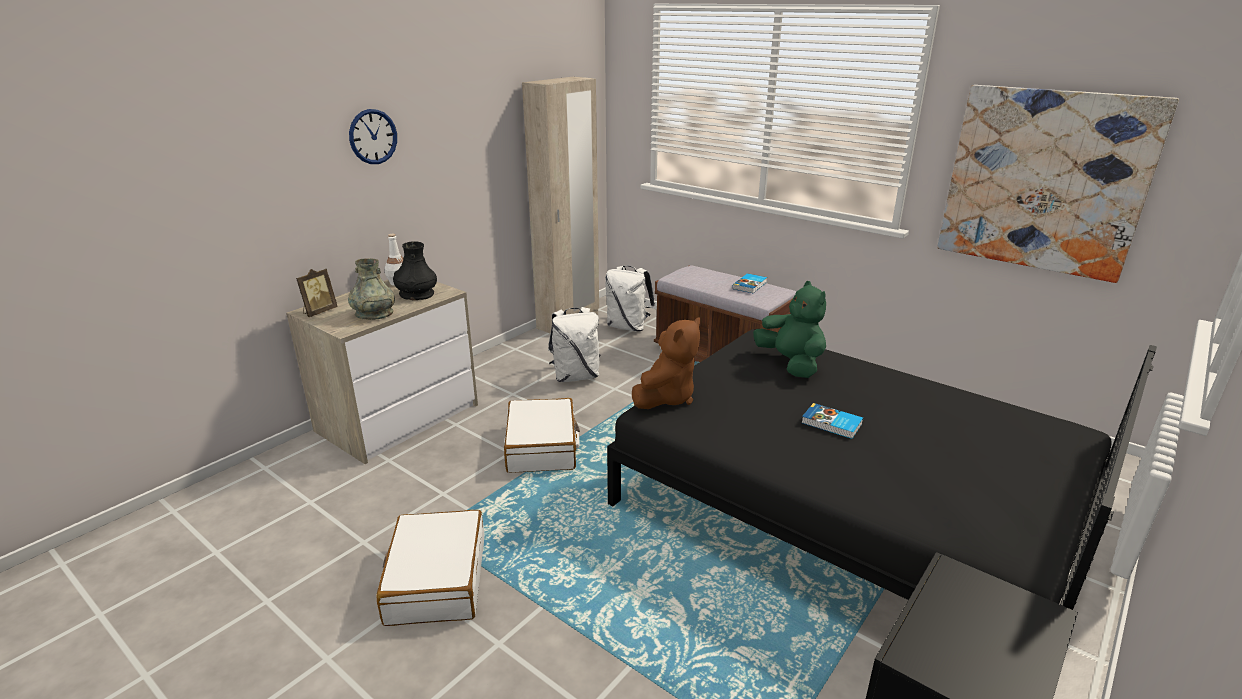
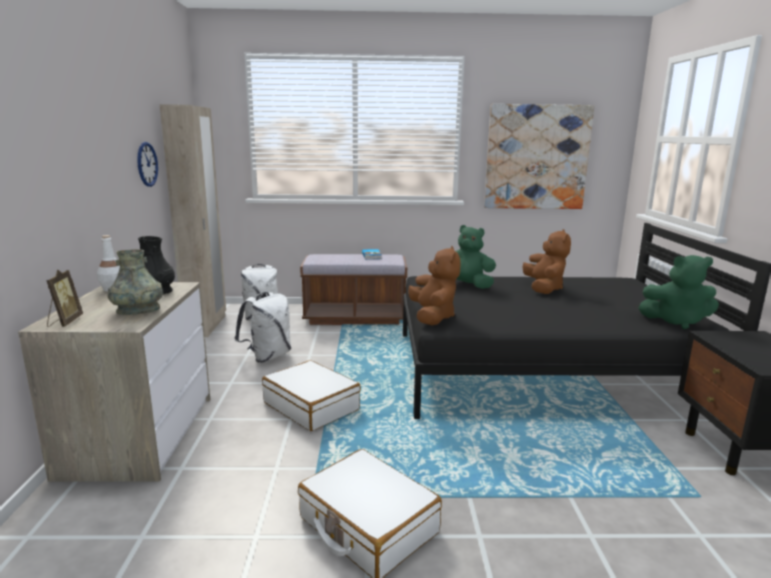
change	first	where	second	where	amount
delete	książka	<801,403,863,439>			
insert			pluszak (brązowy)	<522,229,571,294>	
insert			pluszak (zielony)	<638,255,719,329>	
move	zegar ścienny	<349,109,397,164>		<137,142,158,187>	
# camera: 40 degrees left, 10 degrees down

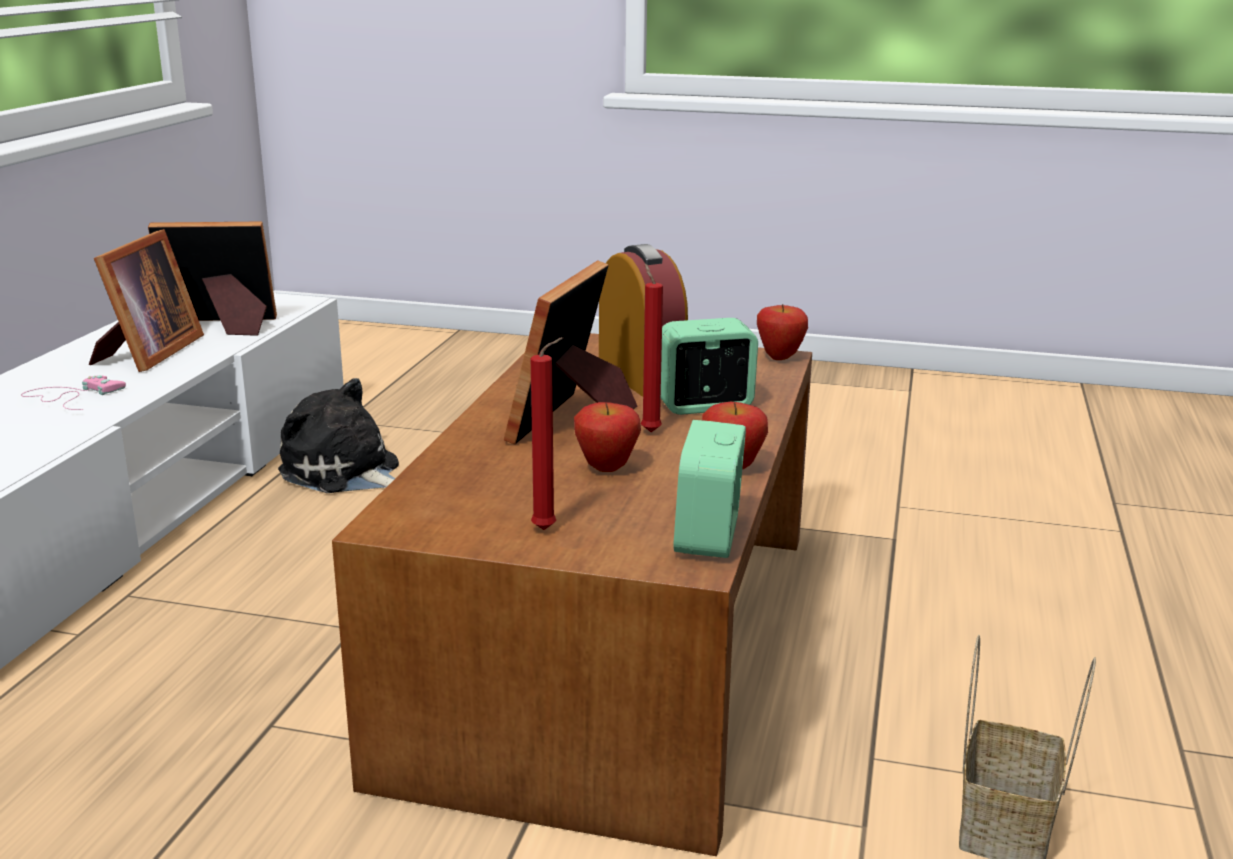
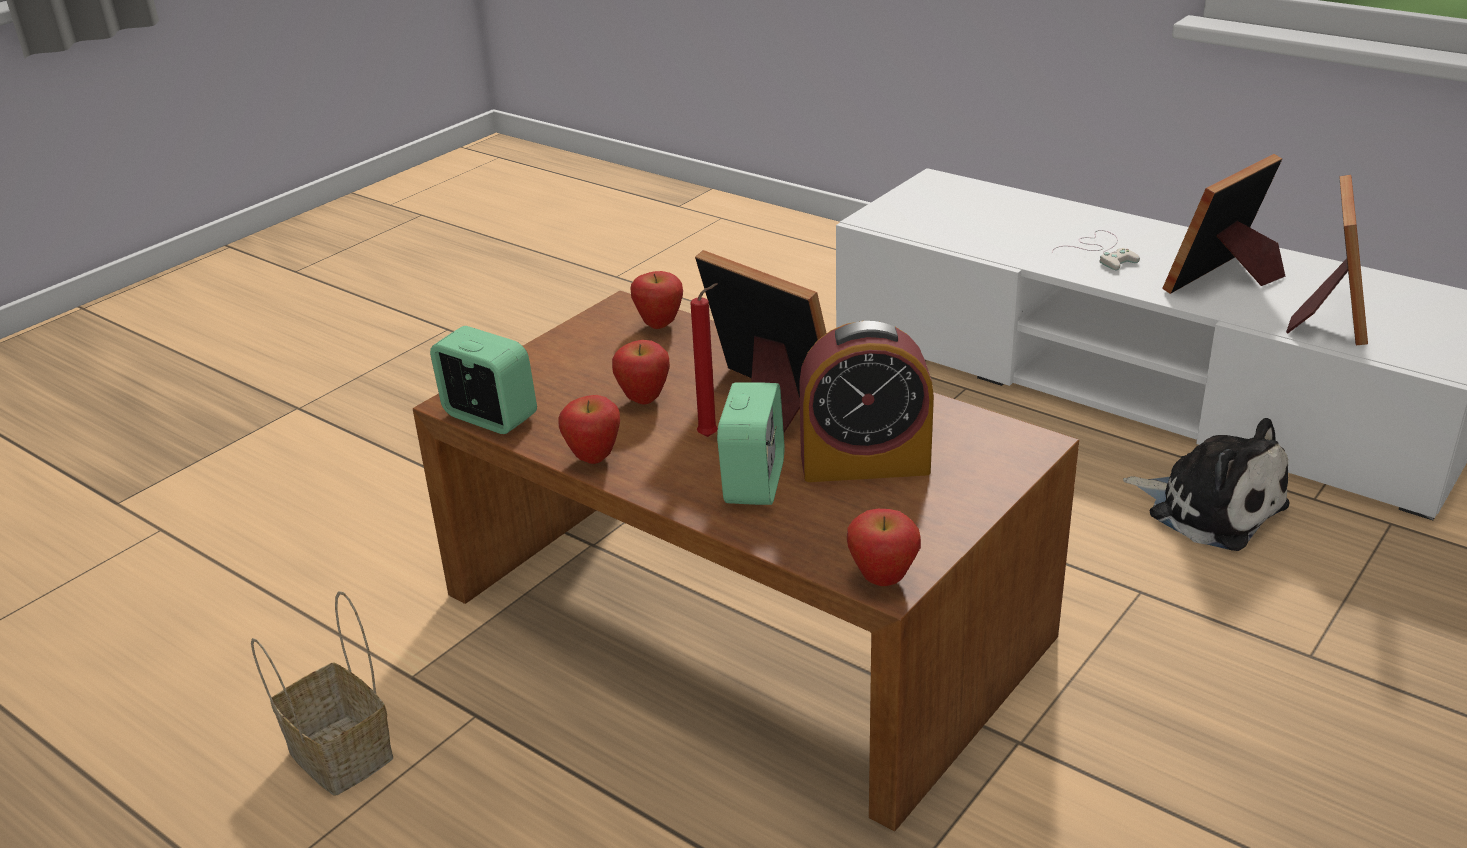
change	first	where	second	where	amount
delete	świeca (czerwony)	<531,337,563,530>			
insert			jabłko	<630,271,683,329>	
recolor	pad do gier (różowy)	<21,375,126,410>	pad do gier (biały)	<1052,230,1140,270>	
rotate	ramka na zdjęcie	<89,229,204,372>		<1162,154,1285,294>	105 degrees clockwise
rotate	pluszak	<278,378,399,493>		<1123,418,1289,551>	75 degrees clockwise
# camera: 115 degrees right, 10 degrees up

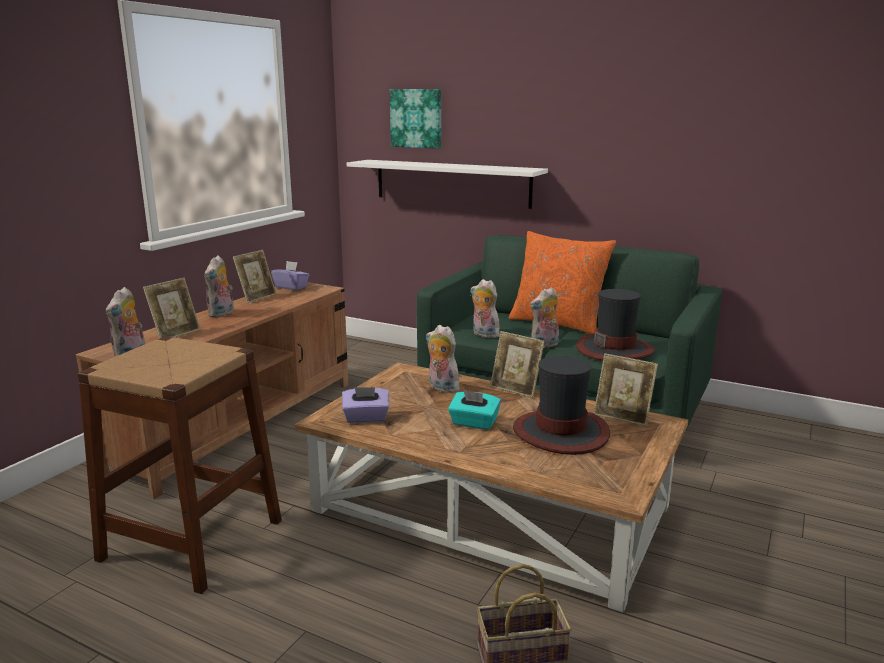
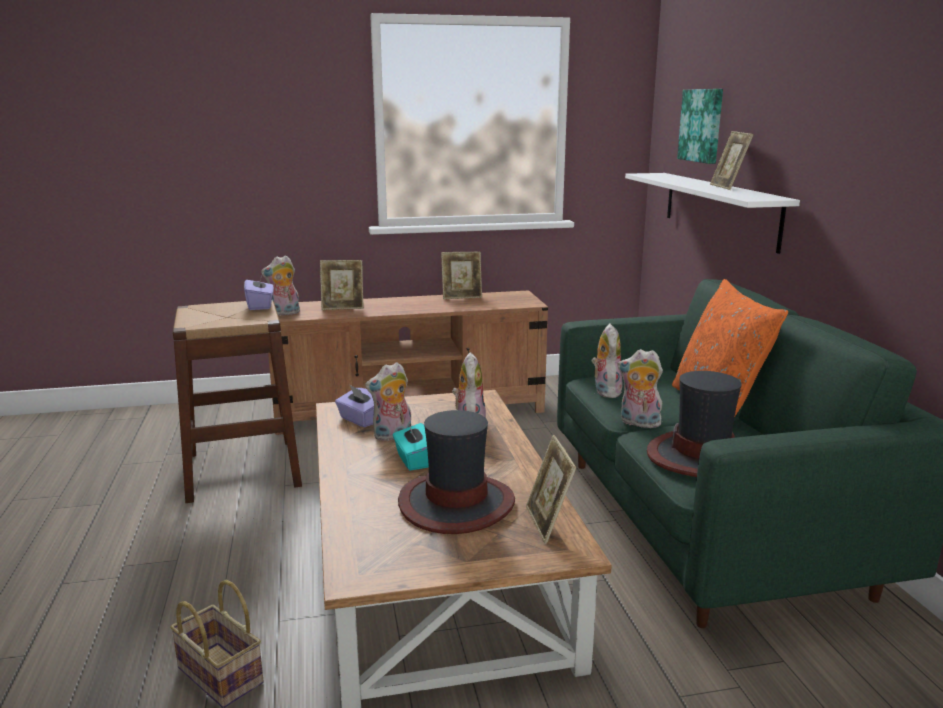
change	first	where	second	where	amount
move	pluszak	<204,255,233,318>		<365,362,411,441>	
move	pudełko chusteczek (fioletowy)	<271,261,309,290>		<244,273,274,310>	
move	ramka na zdjęcie	<490,331,545,398>		<710,131,754,190>	
# camera: 50 degrees right, 0 degrees up

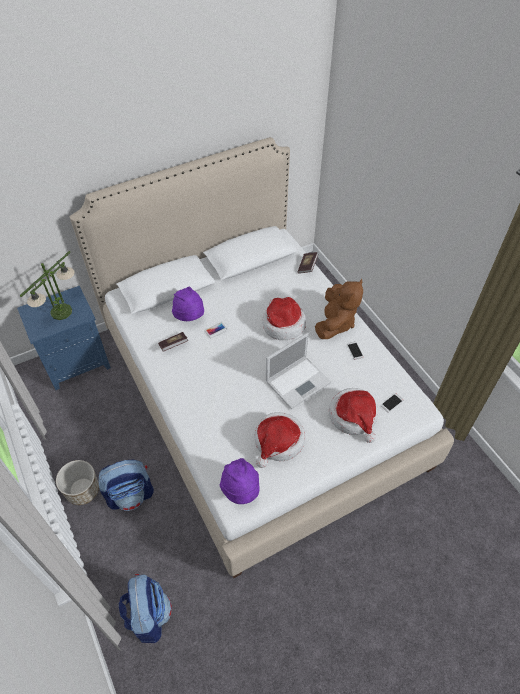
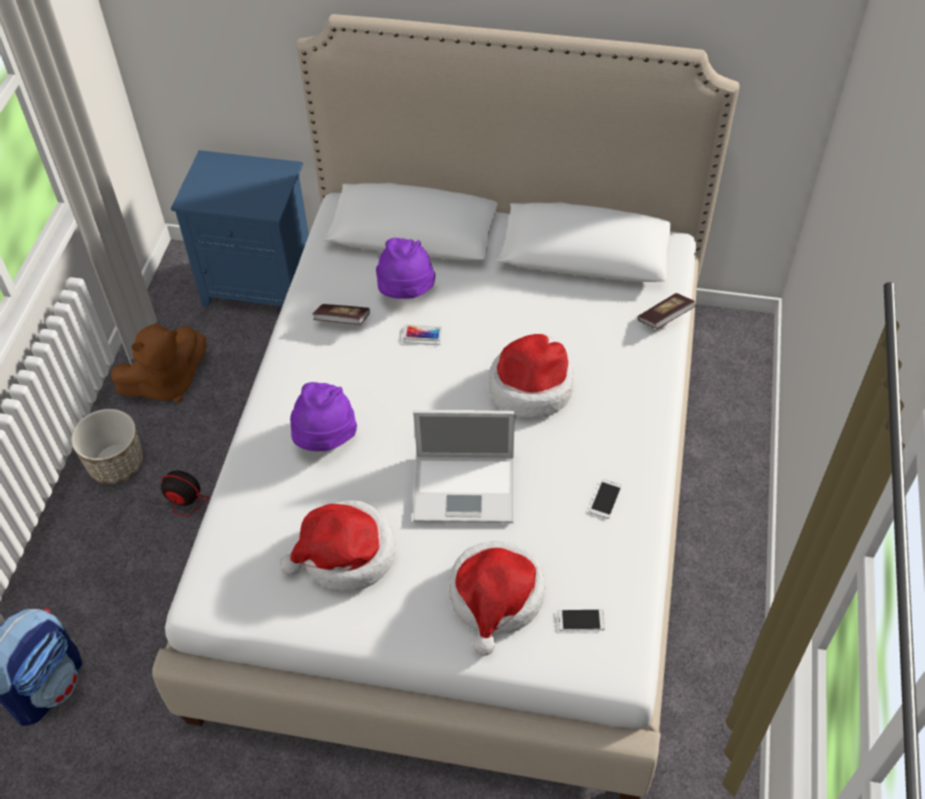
change	first	where	second	where	amount
delete	lampa stołowa	<20,251,75,320>			
move	kapelusz (fioletowy)	<220,458,260,504>		<290,382,357,451>	
move	pluszak (brązowy)	<315,279,363,339>		<111,323,207,403>	
replace	plecak	<98,460,154,511>	wentylator	<116,471,209,574>	
# camera: 40 degrees right, 0 degrees up

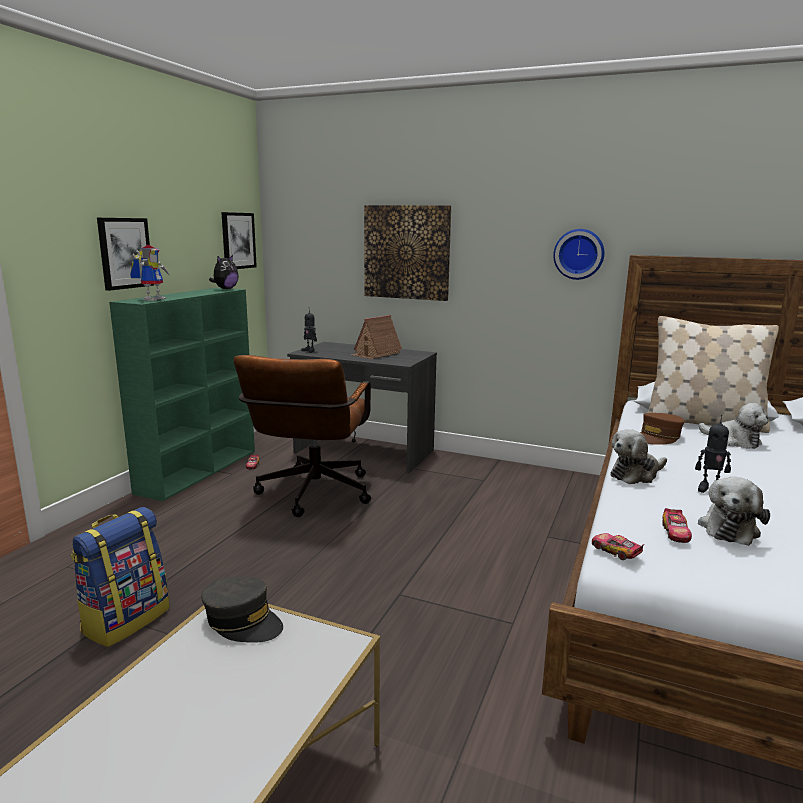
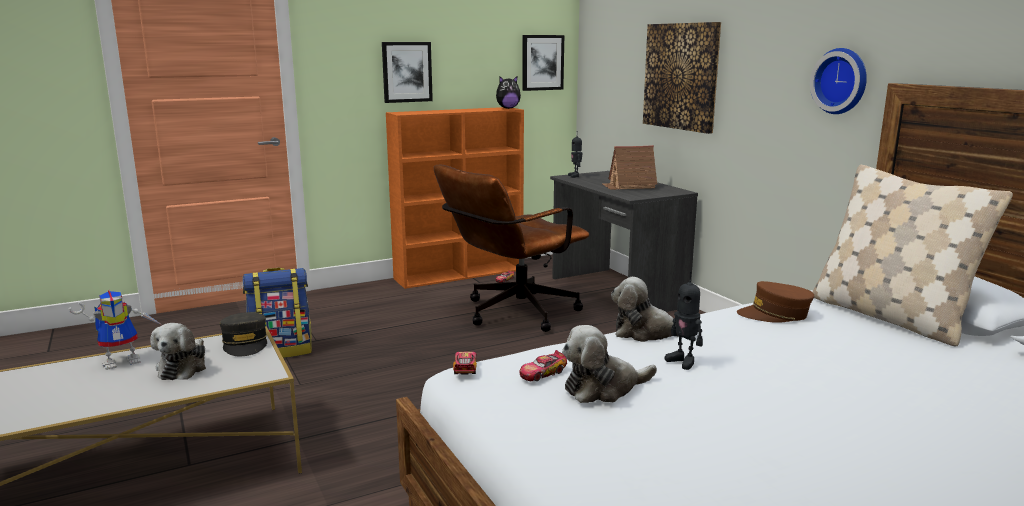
change	first	where	second	where	amount
move	robot zabawkowy	<130,245,170,301>		<69,290,162,370>	
move	pluszak	<699,403,768,449>		<150,323,206,380>	
recolor	regał (zielony)	<109,288,255,502>	regał (pomarańczowy)	<386,107,524,289>	
# camera: 40 degrees right, 0 degrees up

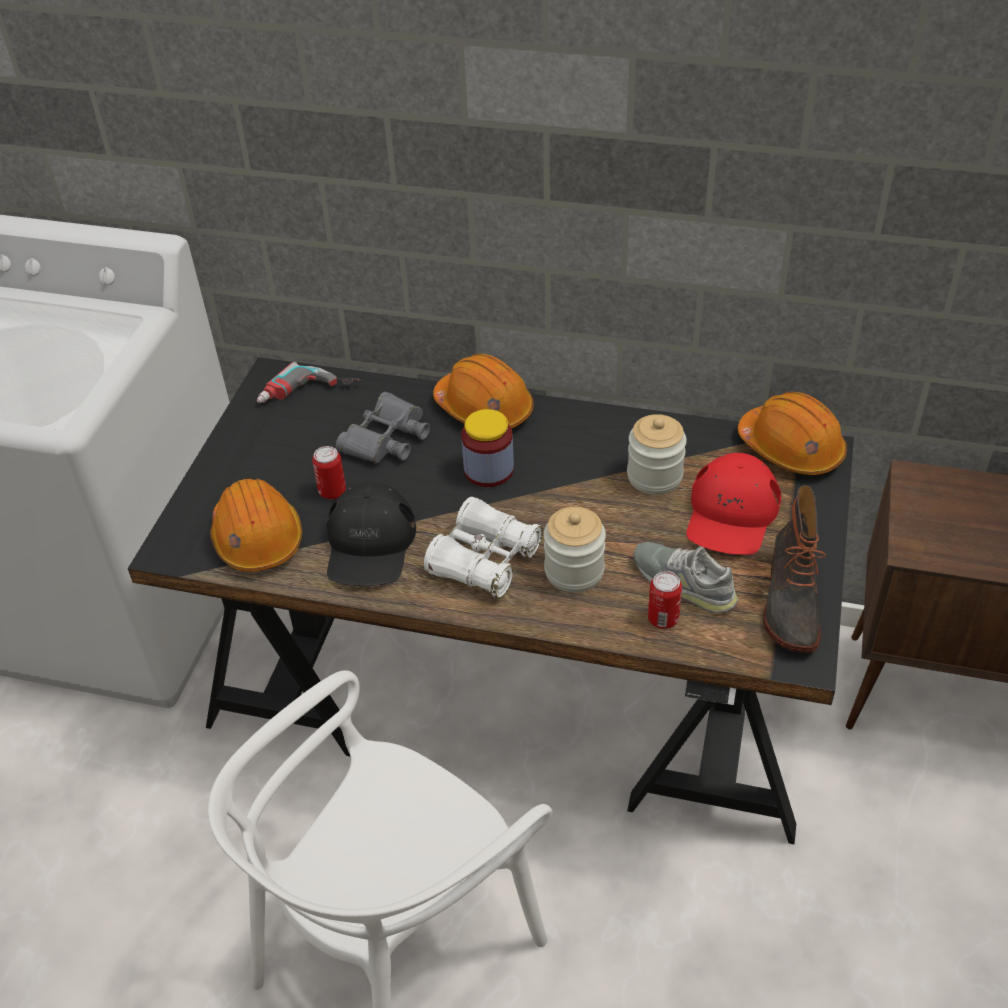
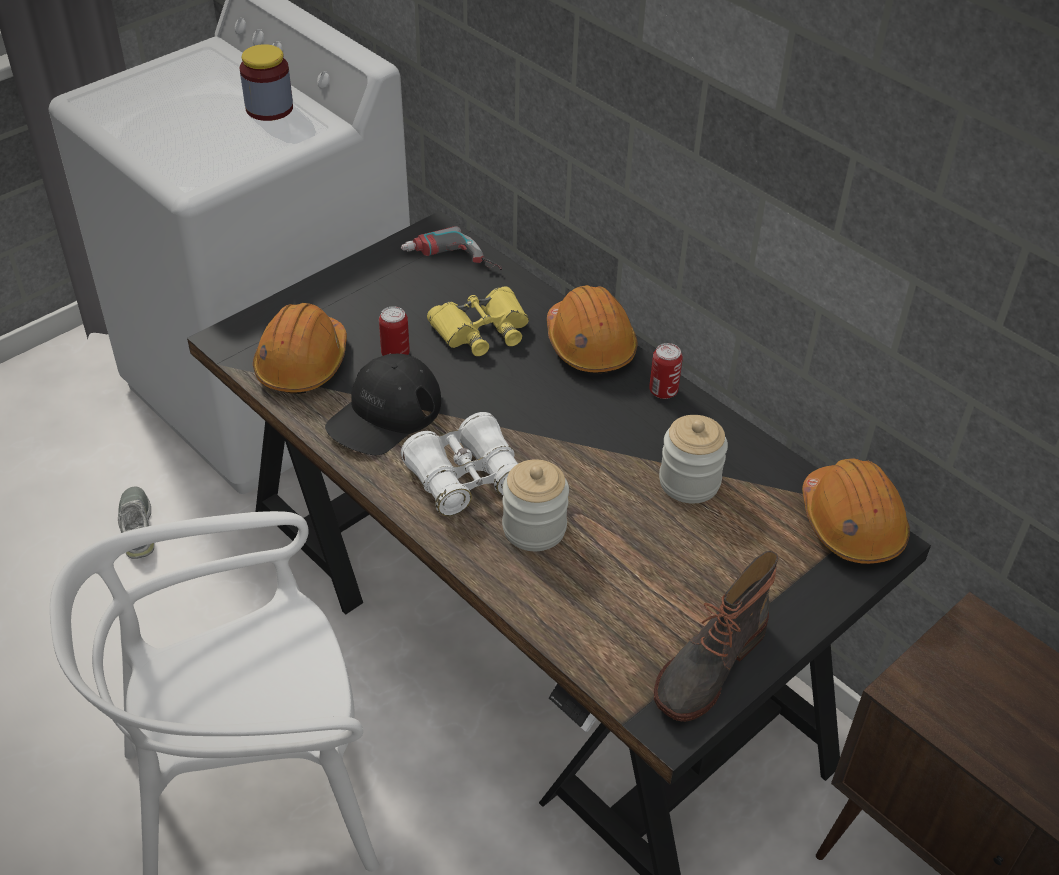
change	first	where	second	where	amount
delete	czapka z daszkiem (czerwony)	<686,453,781,555>			
move	słoik	<461,409,514,487>		<240,44,293,121>	
move	but (szary)	<634,542,738,613>		<118,486,154,559>	
move	puszka	<648,571,682,629>		<649,343,683,399>	
recolor	lornetka (szary)	<336,392,430,464>	lornetka (żółty)	<427,287,529,356>	
# camera: 30 degrees right, 0 degrees up

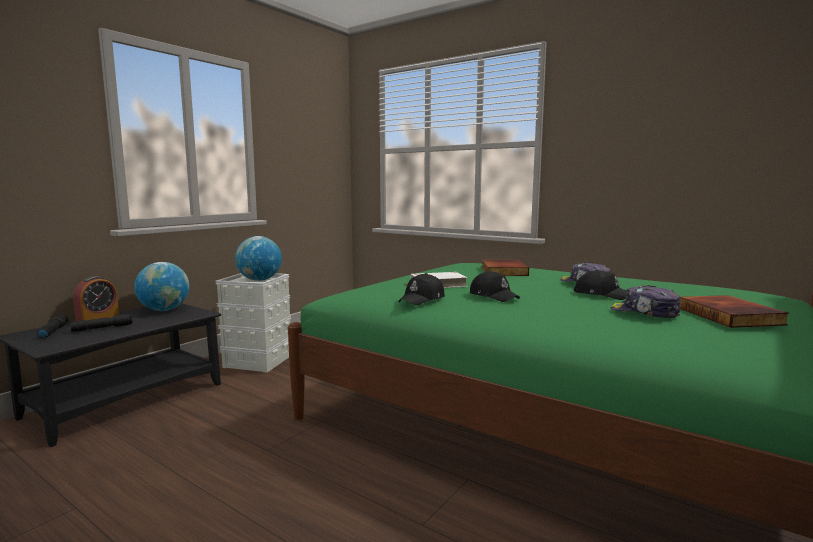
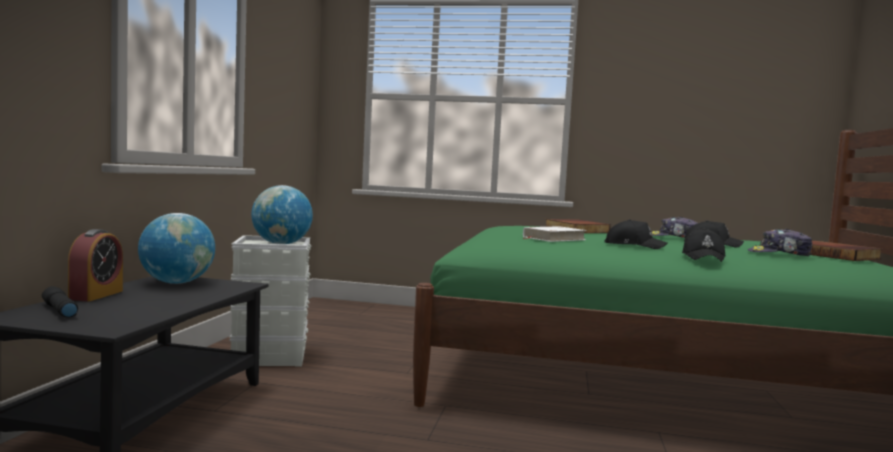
change	first	where	second	where	amount
delete	latarka (czarny)	<70,314,132,332>			
move	czapka z daszkiem (czarny)	<399,273,445,305>		<682,228,725,262>	
# camera: 25 degrees left, 5 degrees down

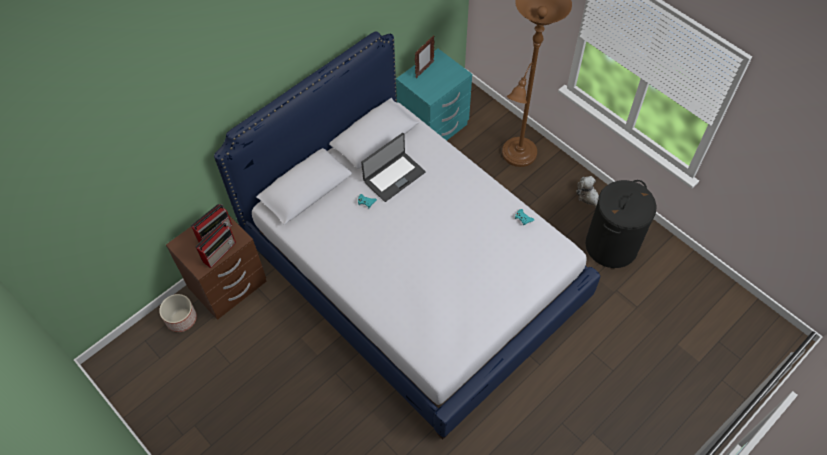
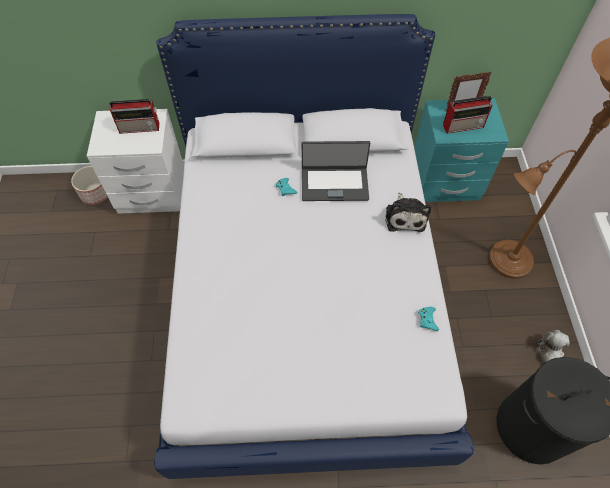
change	first	where	second	where	amount
insert			pluszak	<385,193,431,232>	
move	radio	<195,222,236,268>		<443,96,493,134>	
recolor	szafka nocna (brązowy)	<166,216,267,320>	szafka nocna (biały)	<87,109,184,214>	
# camera: 40 degrees right, 0 degrees up

